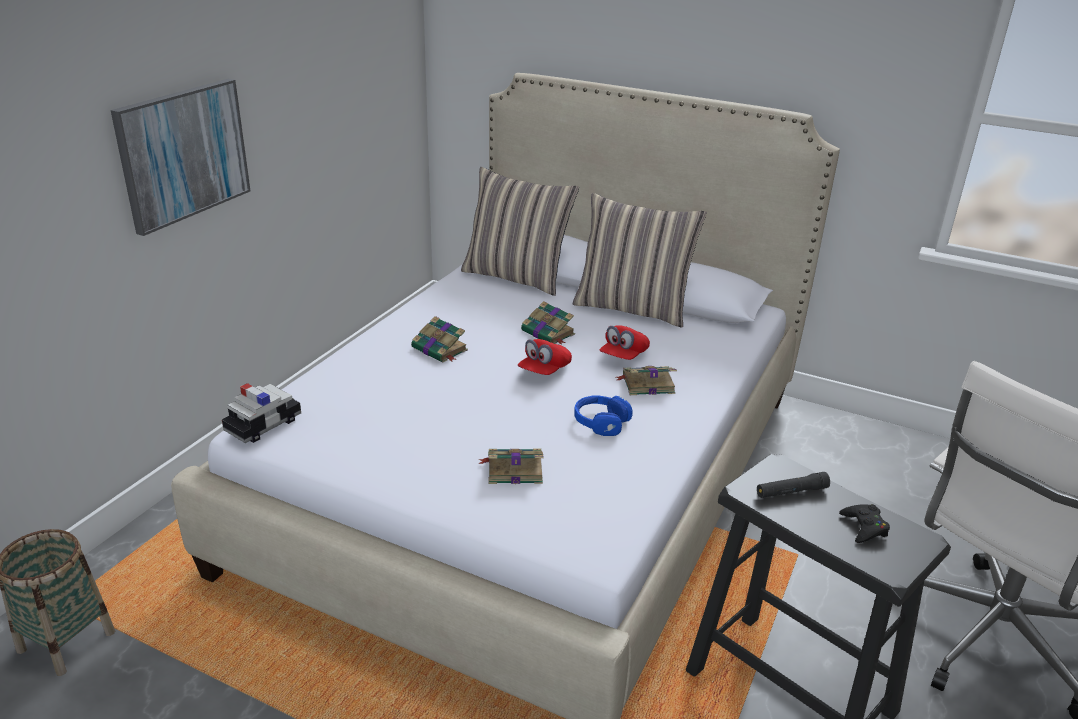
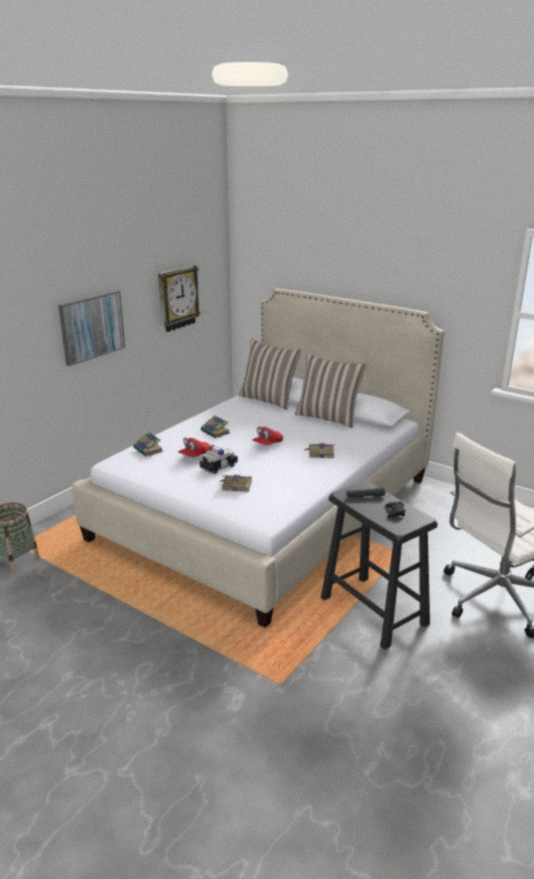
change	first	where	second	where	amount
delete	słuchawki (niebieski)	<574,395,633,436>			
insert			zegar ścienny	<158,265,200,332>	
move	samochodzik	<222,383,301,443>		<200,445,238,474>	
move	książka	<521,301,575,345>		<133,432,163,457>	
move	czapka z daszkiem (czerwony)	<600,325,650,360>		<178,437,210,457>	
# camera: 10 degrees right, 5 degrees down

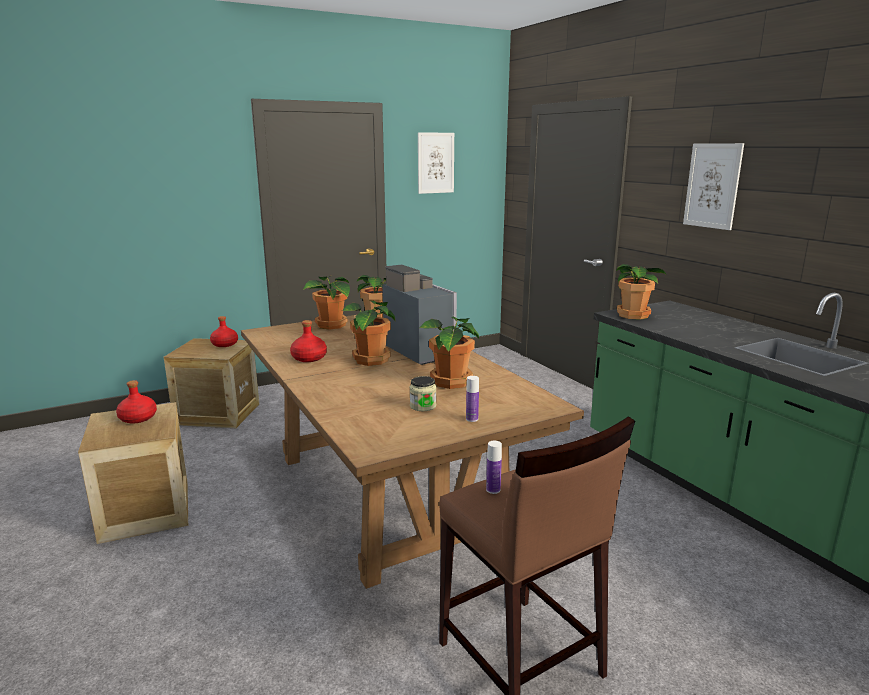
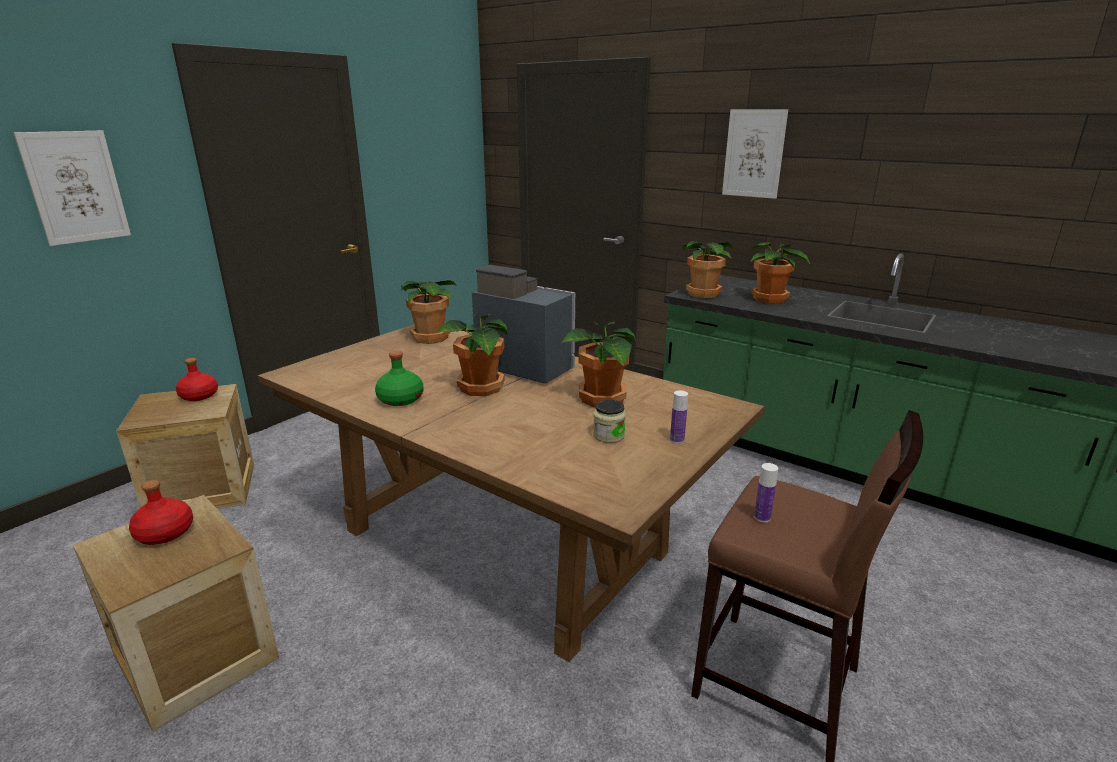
change	first	where	second	where	amount
move	roślina doniczkowa	<303,275,350,330>		<751,243,810,304>	
move	obraz	<418,132,454,194>		<13,131,131,246>	
recolor	butelka (czerwony)	<290,320,327,362>	butelka (zielony)	<375,351,424,406>	
# camera: 25 degrees left, 5 degrees up

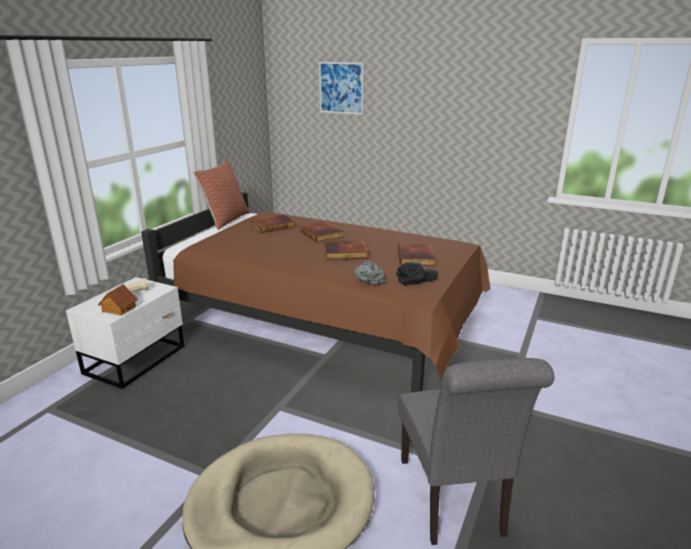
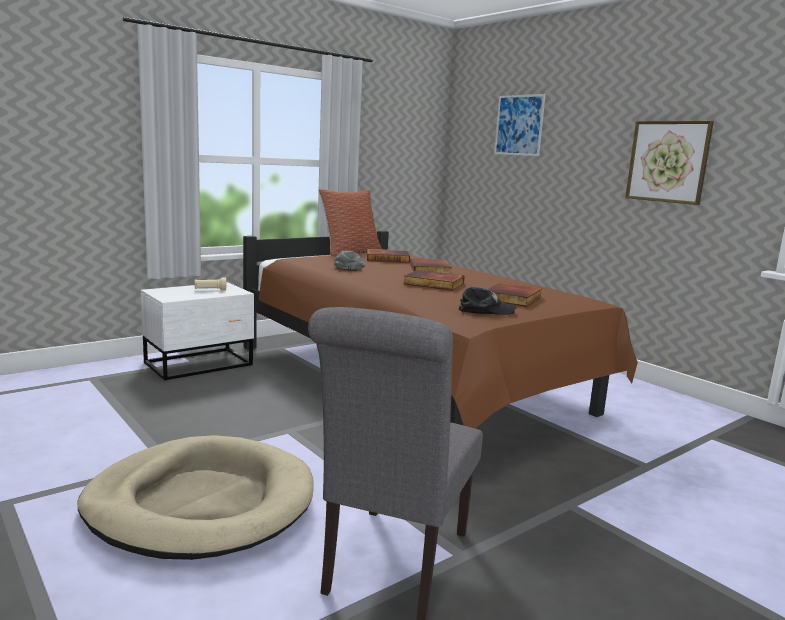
change	first	where	second	where	amount
delete	domek	<98,284,138,316>			
insert			obraz	<625,121,714,205>	
move	czapka z daszkiem (szary)	<353,261,386,285>		<334,251,365,271>	
# camera: 25 degrees right, 10 degrees down

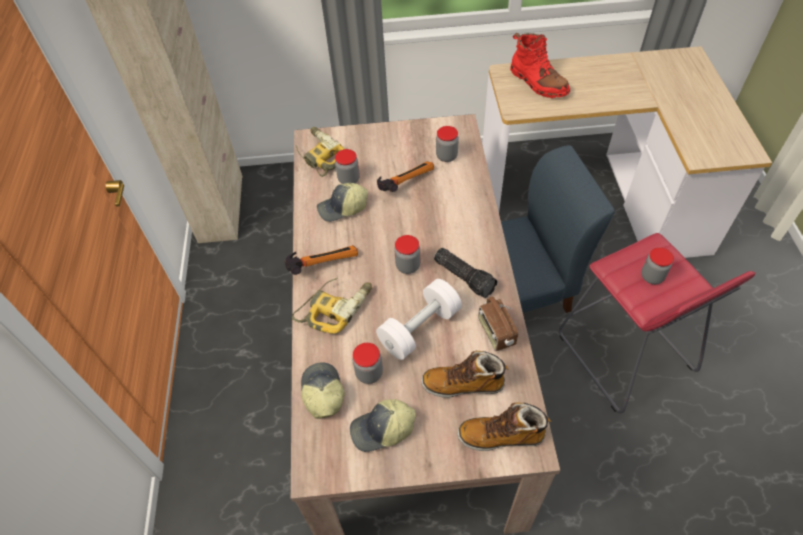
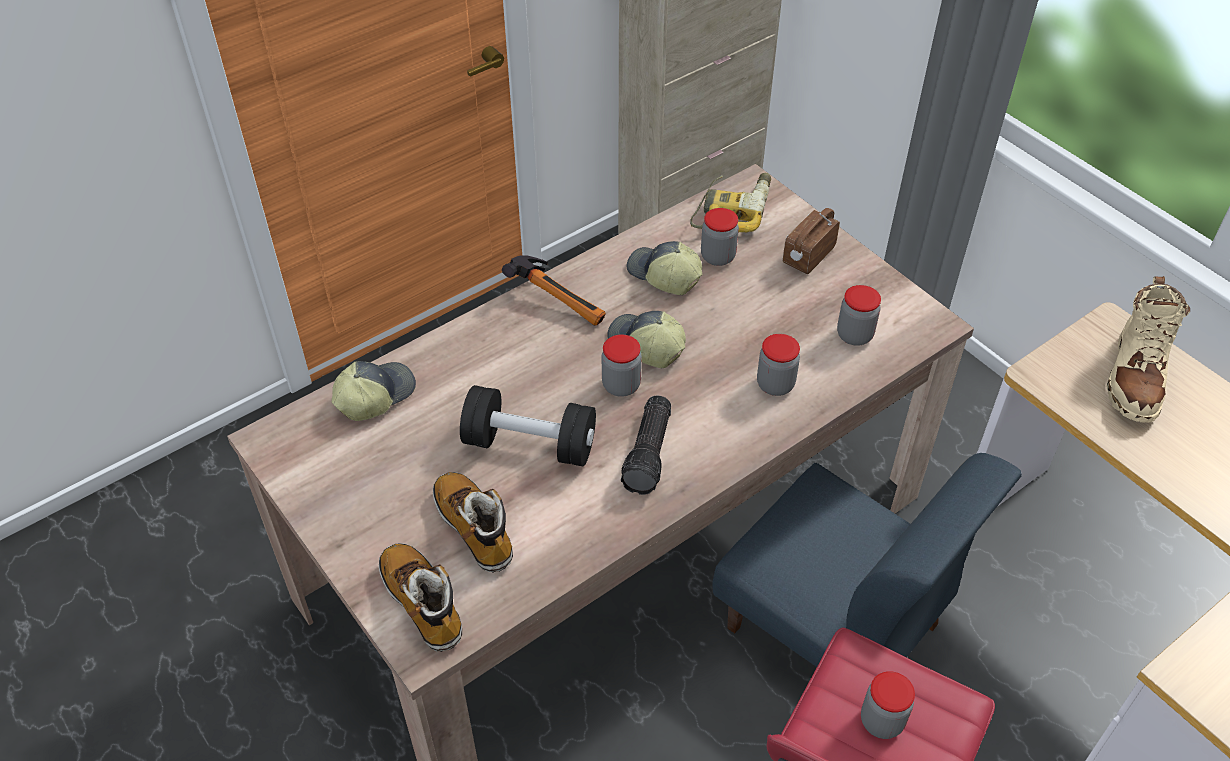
change	first	where	second	where	amount
delete	wiertarka	<292,277,372,334>			
delete	młotek	<377,161,434,192>			
move	czapka z daszkiem	<350,399,416,452>		<607,311,686,368>	
move	słoik	<353,343,383,384>		<757,334,800,396>	
move	radio	<478,297,518,351>		<783,208,840,274>	
recolor	hantel (biały)	<376,279,462,360>	hantel (czarny)	<460,385,596,466>	
recolor	but z cholewką (czerwony)	<510,33,570,98>	but z cholewką (beżowy)	<1106,276,1190,423>	
# camera: 55 degrees right, 5 degrees down

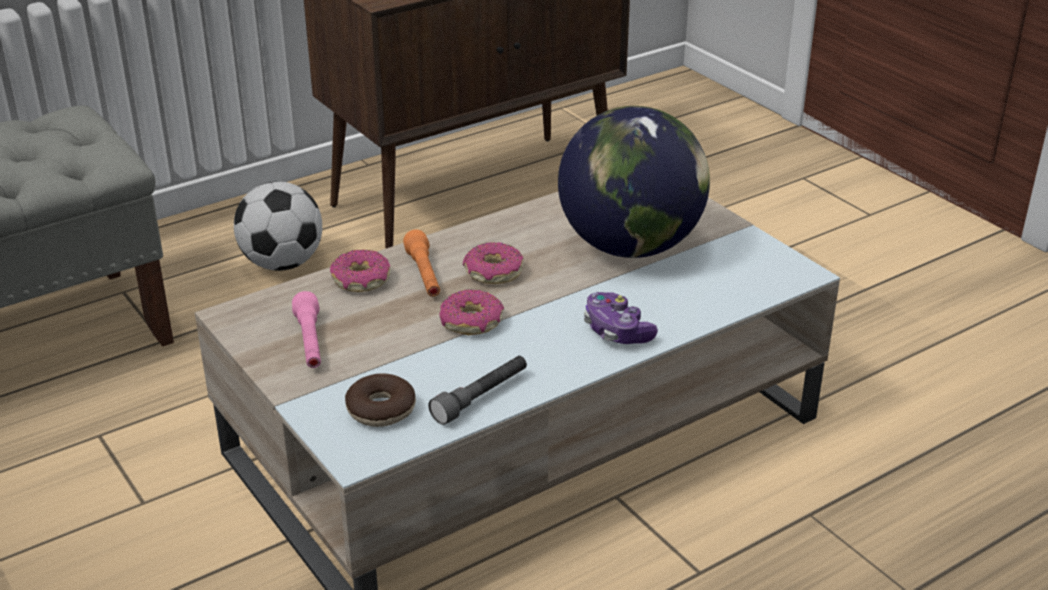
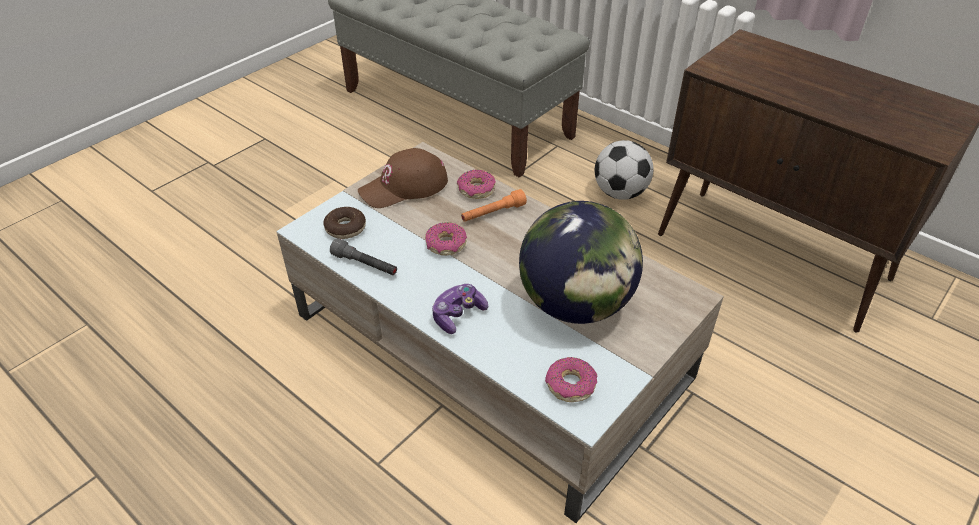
change	first	where	second	where	amount
move	donut	<463,242,523,284>		<545,357,598,402>	
replace	latarka (różowy)	<292,291,321,368>	czapka z daszkiem (brązowy)	<358,148,448,208>	
# camera: 75 degrees right, 10 degrees up

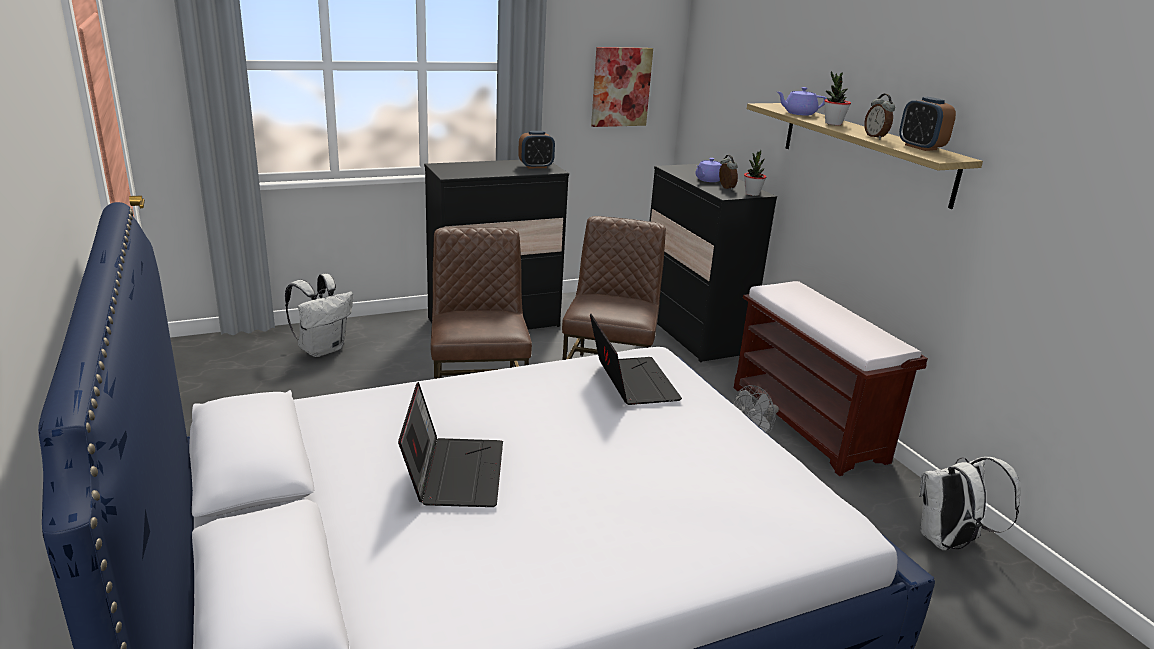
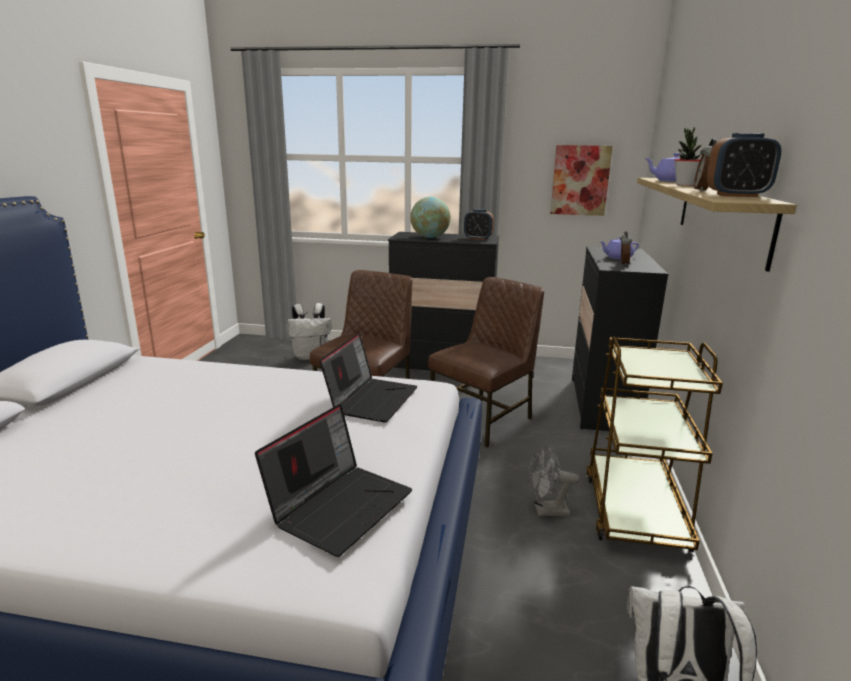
change	first	where	second	where	amount
delete	roślina doniczkowa	<744,150,766,196>			
insert			globus	<410,197,451,238>	
move	laptop	<398,382,503,507>		<255,404,412,557>	
replace	ławka (brązowy)	<734,281,928,476>	wózek (brązowy)	<586,336,723,552>	
rotate	budzik	<899,97,956,151>		<706,133,781,197>	90 degrees counterclockwise
# camera: 35 degrees right, 5 degrees down

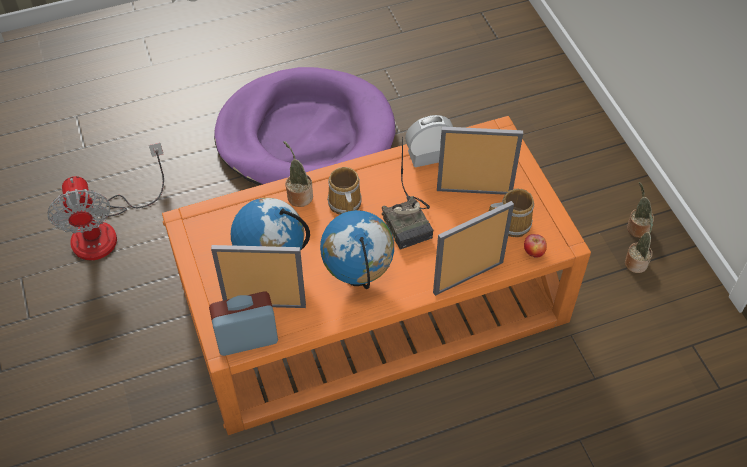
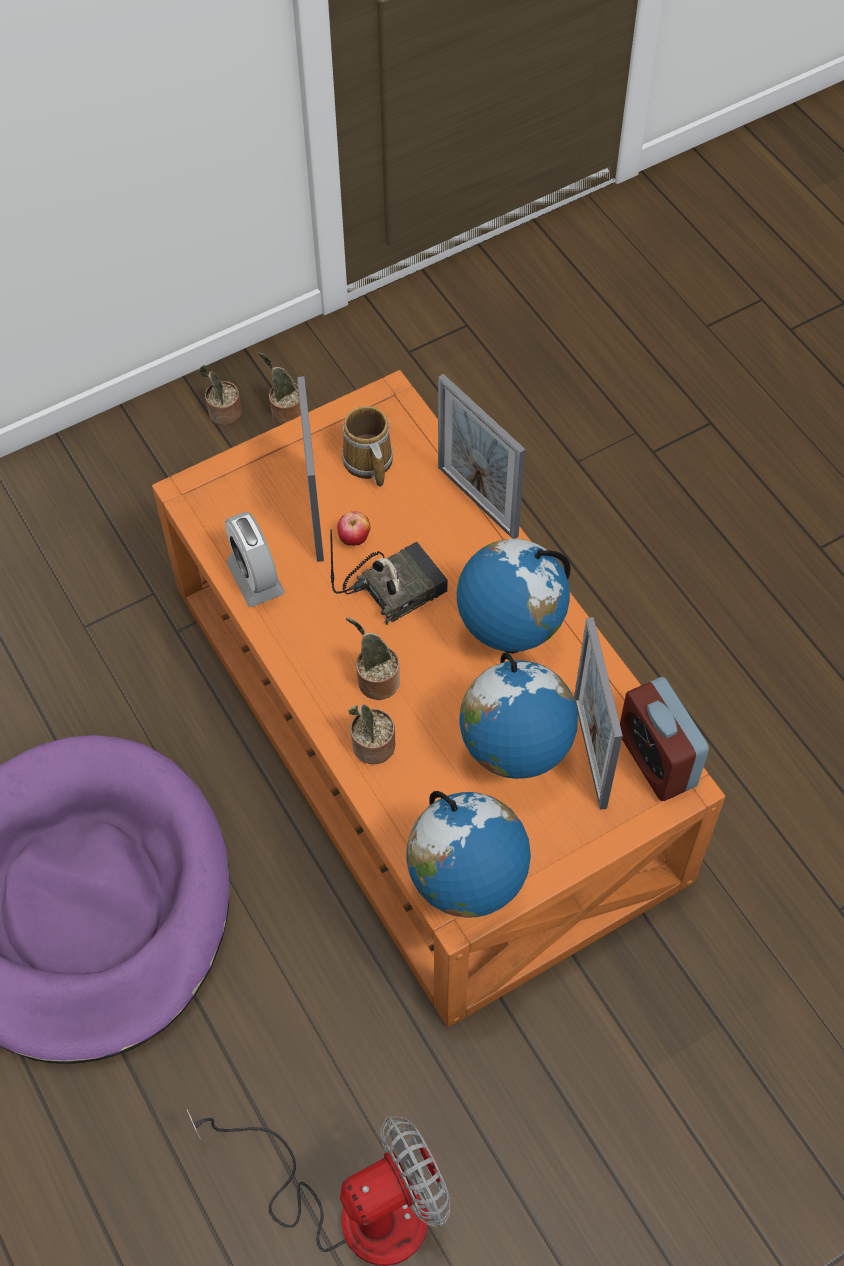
change	first	where	second	where	amount
insert			globus	<406,791,531,918>	
move	jabłko	<524,234,547,258>		<337,511,370,546>	
replace	kubek	<327,167,362,215>	roślina doniczkowa	<346,618,400,700>	
# camera: 100 degrees left, 5 degrees up

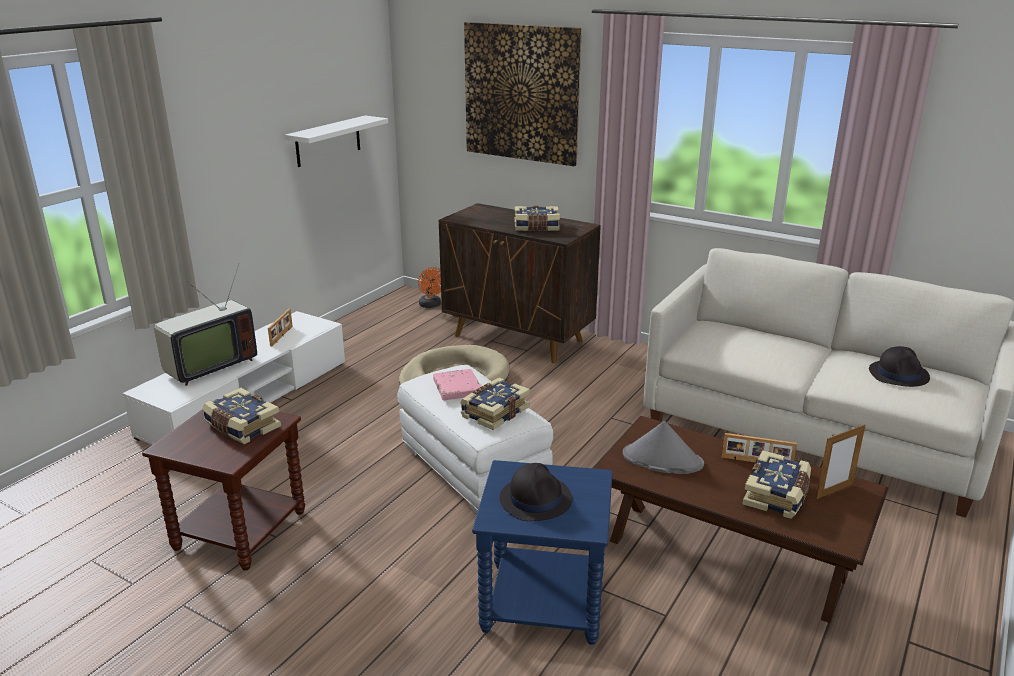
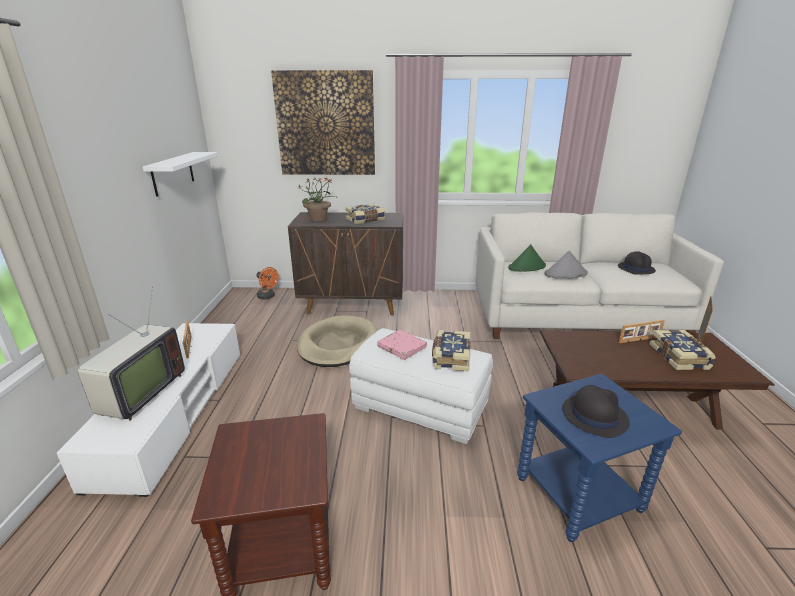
change	first	where	second	where	amount
delete	książka	<202,388,281,444>			
insert			roślina doniczkowa	<297,178,338,221>	
insert			kapelusz (zielony)	<509,244,546,272>	
move	kapelusz (szary)	<623,421,704,474>		<544,251,588,279>	
# camera: 30 degrees left, 0 degrees up

